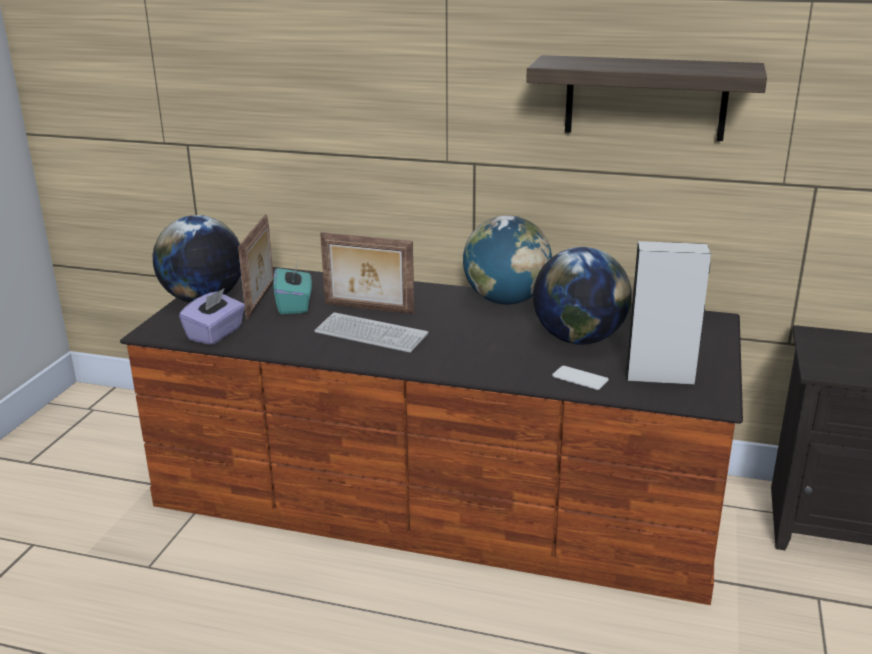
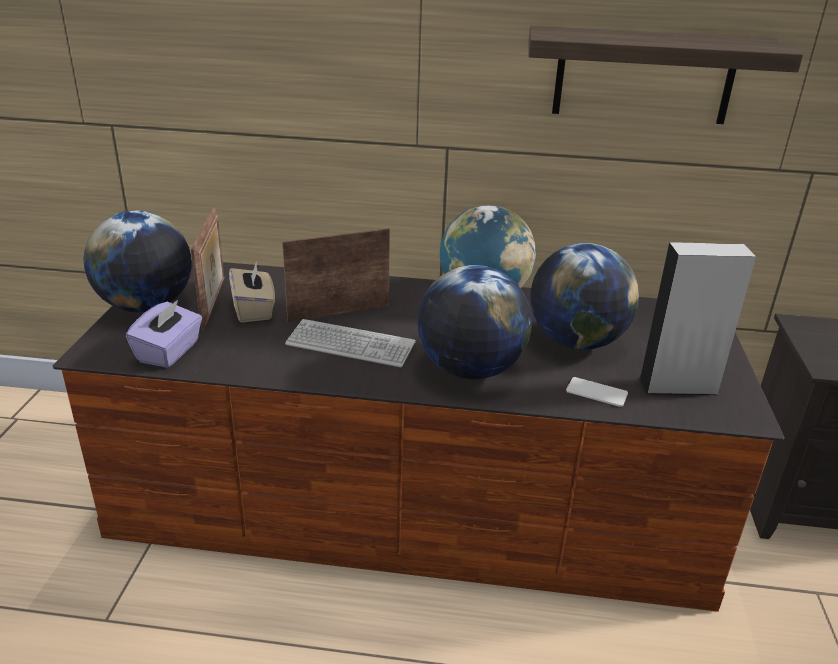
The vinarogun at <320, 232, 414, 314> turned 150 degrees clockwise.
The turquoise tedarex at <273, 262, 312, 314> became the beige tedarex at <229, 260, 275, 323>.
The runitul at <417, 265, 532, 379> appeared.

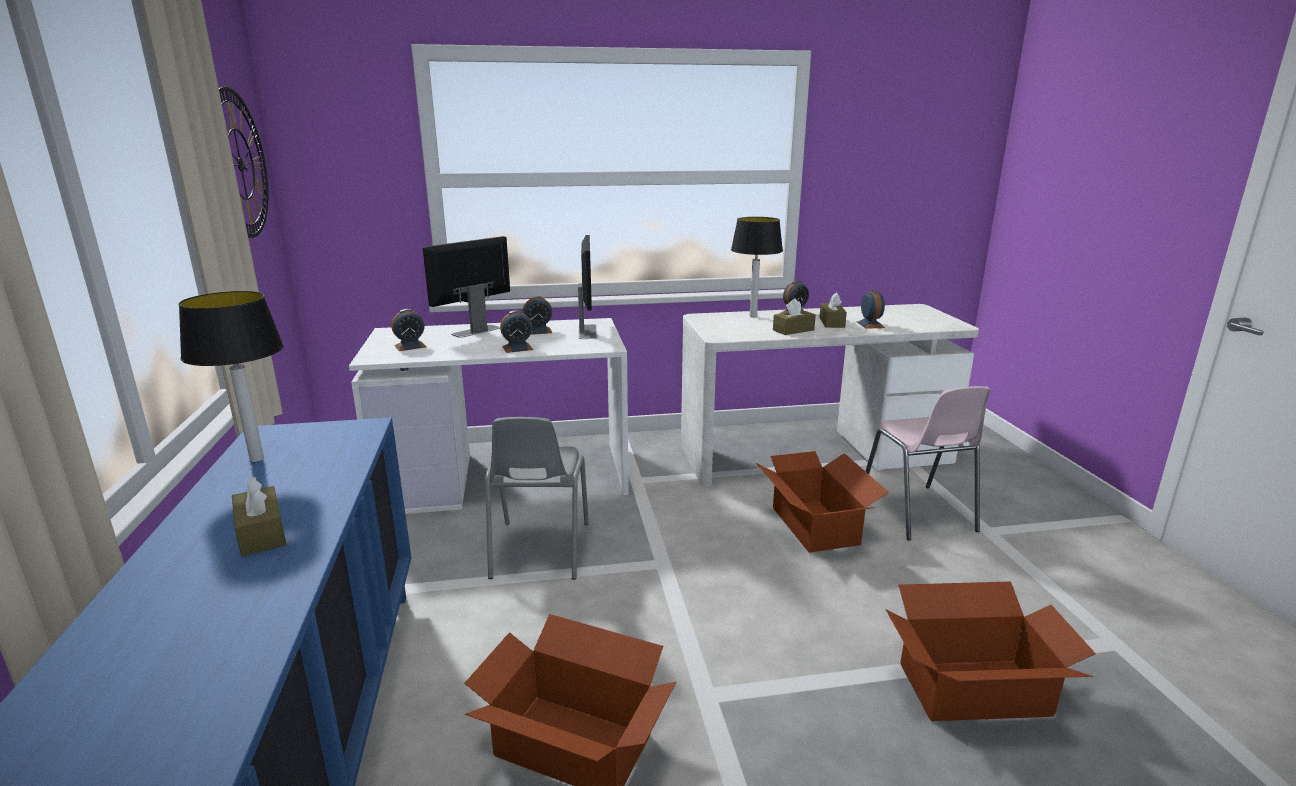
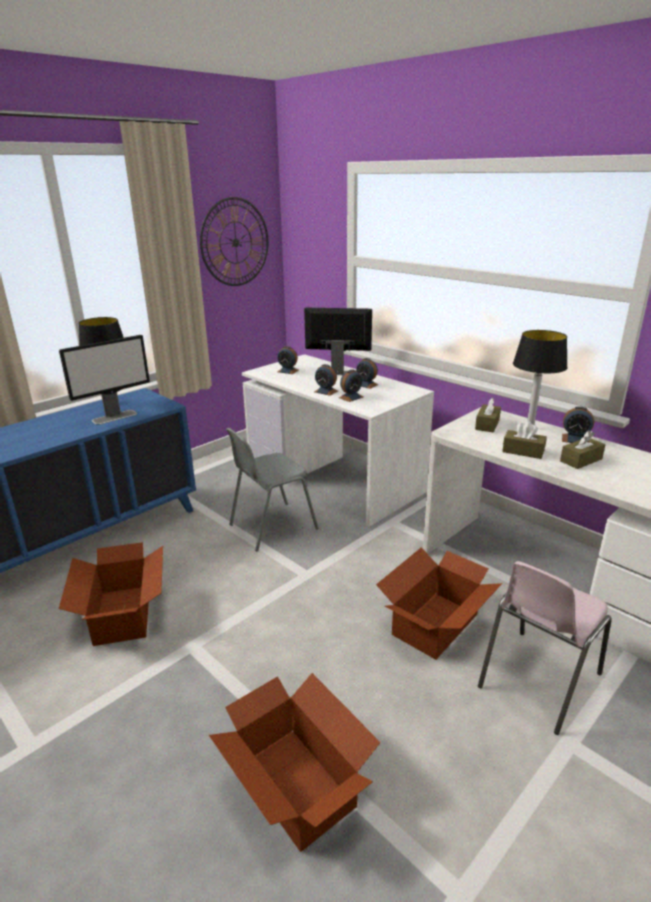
The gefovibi moved from <578, 235, 598, 339> to <59, 335, 150, 425>.
The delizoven moved from <857, 290, 885, 329> to <339, 369, 363, 402>.
The brown tedarex moved from <232, 477, 286, 556> to <475, 398, 501, 433>.

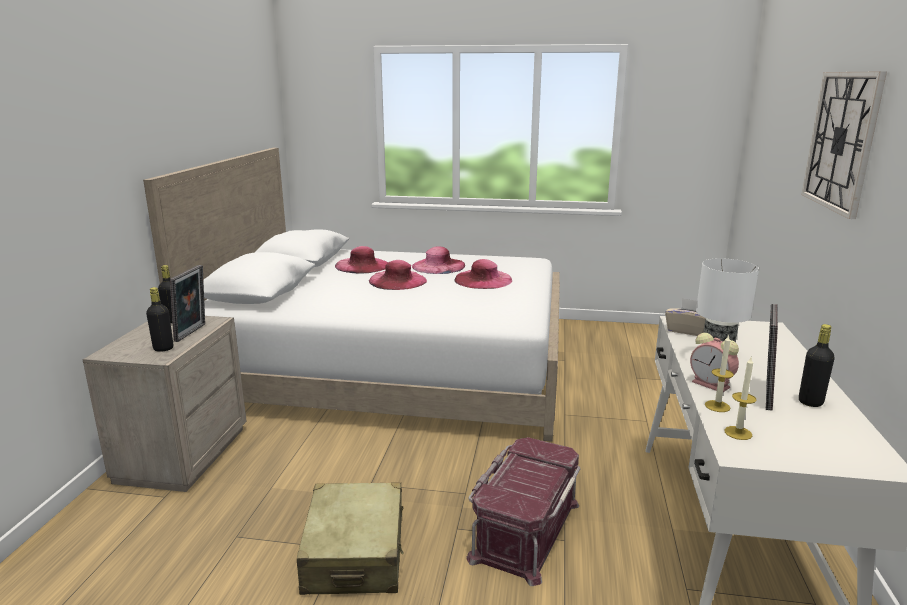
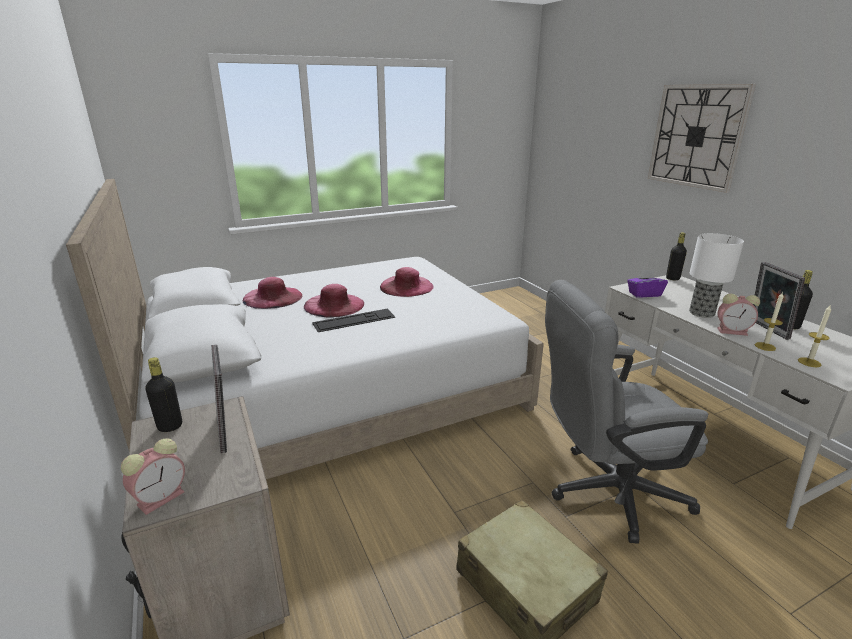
The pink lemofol at <412, 246, 465, 274> disappeared.
The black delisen moved from <146, 287, 173, 352> to <666, 232, 687, 280>.
The beige tedarex at <665, 298, 705, 336> became the purple tedarex at <627, 269, 668, 298>.
The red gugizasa at <466, 437, 580, 586> was replaced by the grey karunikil at <545, 280, 708, 544>.
The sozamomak at <312, 308, 395, 332> appeared.
The delizoven at <121, 438, 185, 515> appeared.

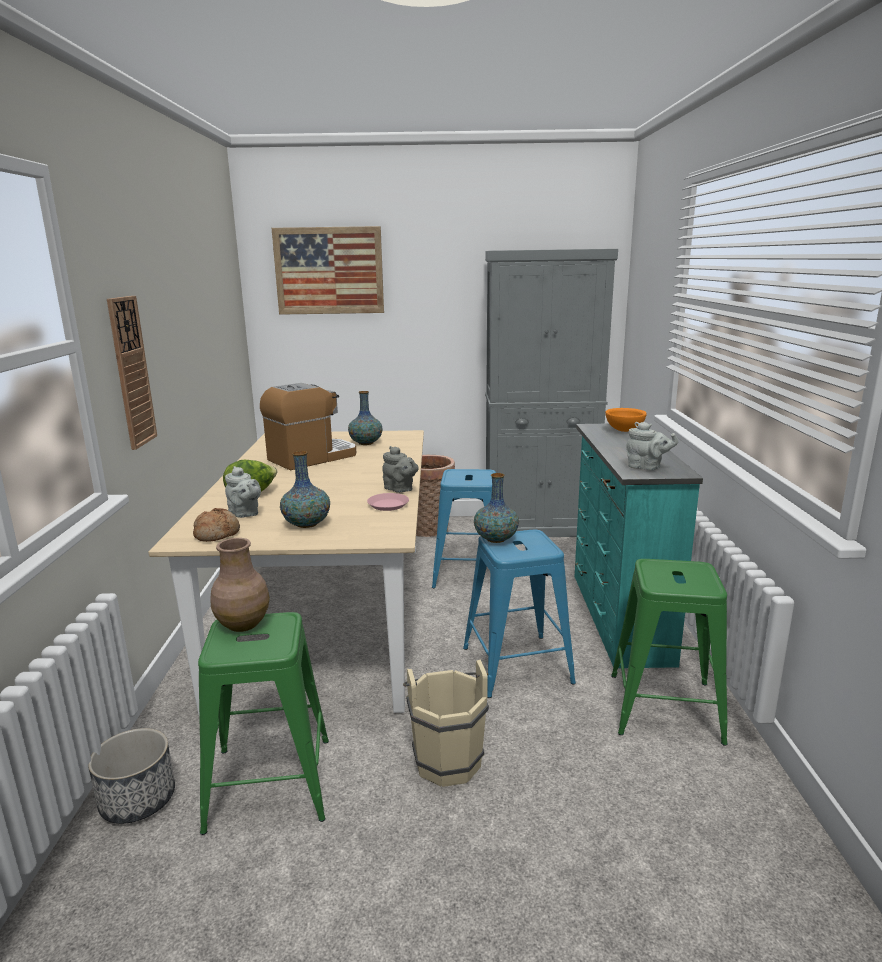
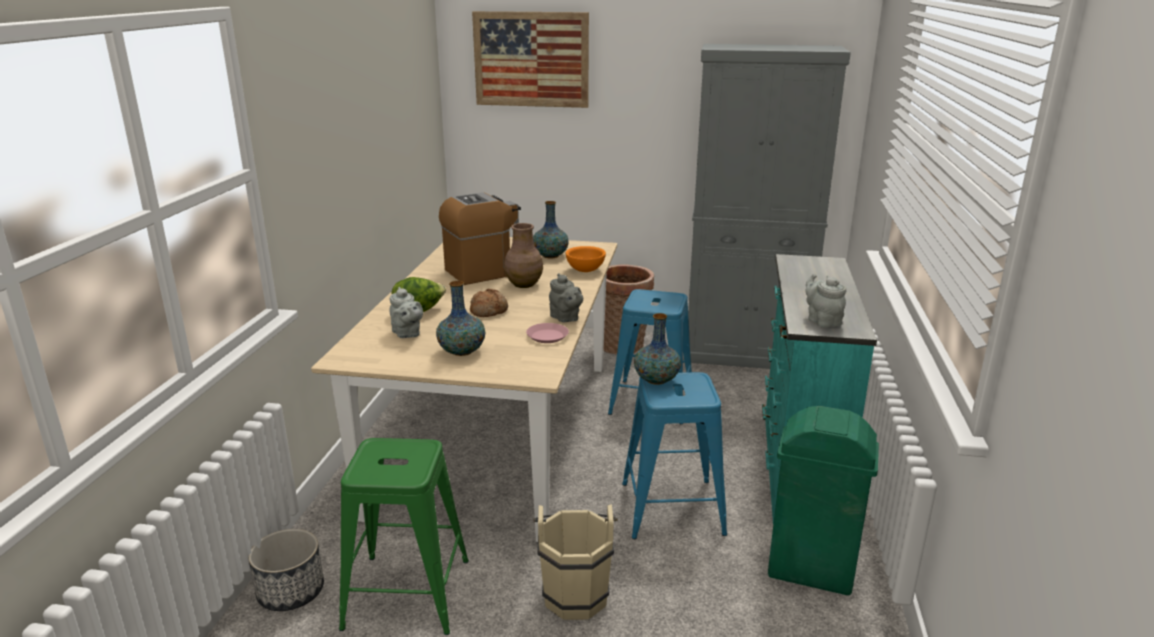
The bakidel at <107, 296, 157, 450> disappeared.
The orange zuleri moved from <605, 408, 647, 432> to <566, 246, 606, 272>.
The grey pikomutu at <626, 422, 678, 470> turned 150 degrees counterclockwise.
The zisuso moved from <193, 508, 240, 542> to <470, 289, 508, 317>.
The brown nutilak moved from <210, 538, 270, 632> to <504, 223, 543, 288>.
The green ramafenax at <611, 559, 728, 746> was replaced by the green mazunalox at <768, 406, 879, 595>.

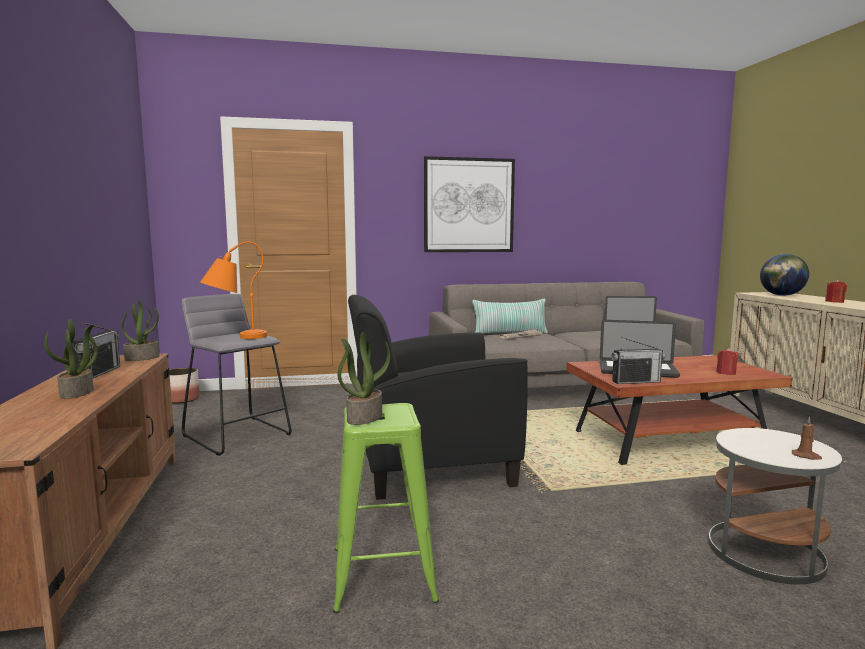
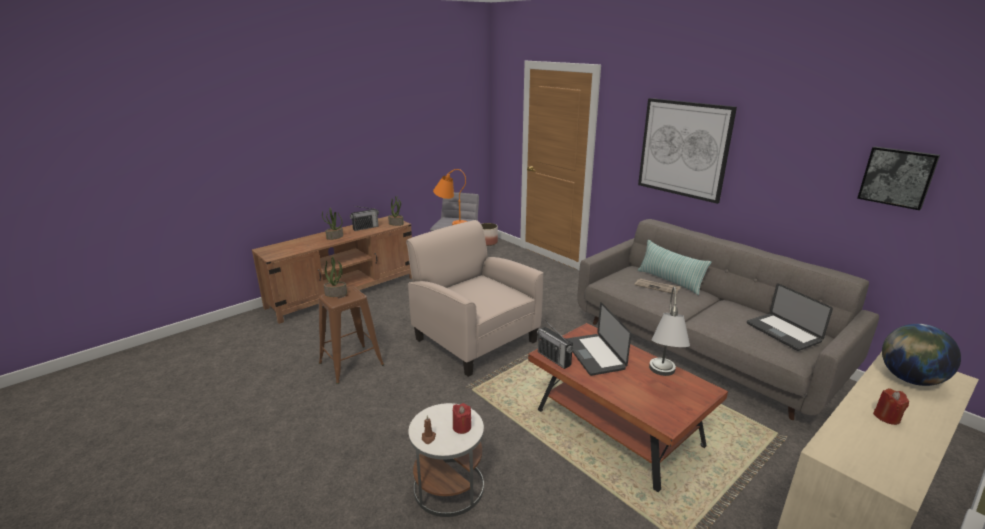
The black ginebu at <348, 295, 528, 500> became the beige ginebu at <406, 220, 544, 377>.
The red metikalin moved from <716, 348, 738, 375> to <452, 403, 471, 434>.
The green ramafenax at <333, 403, 439, 613> became the brown ramafenax at <319, 286, 384, 384>.
The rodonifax at <857, 146, 940, 211> appeared.
The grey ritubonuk at <649, 287, 690, 376> appeared.

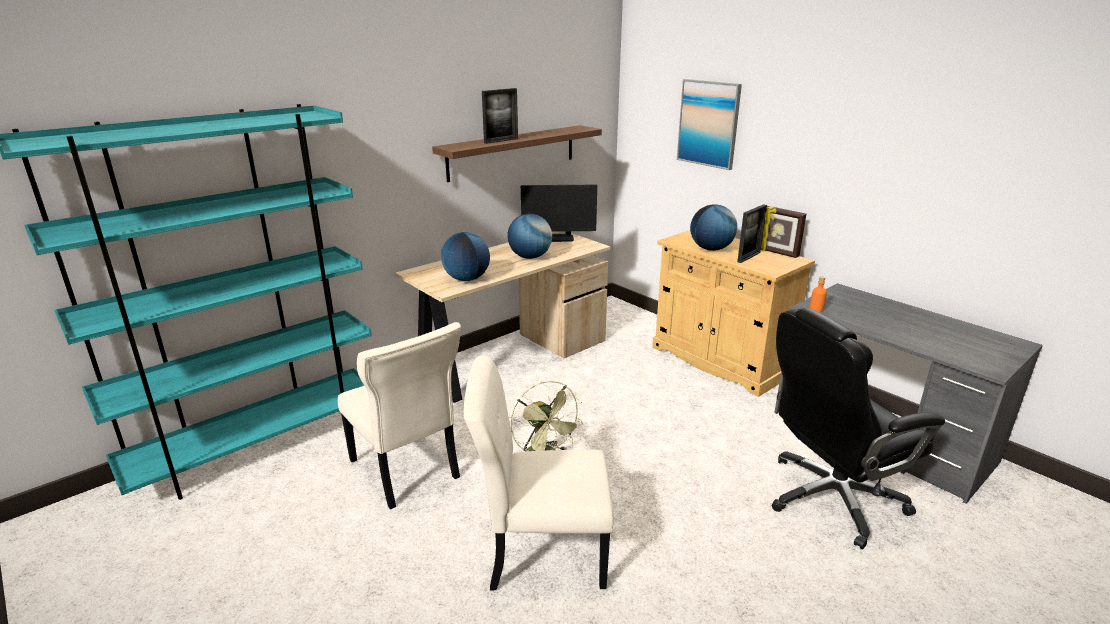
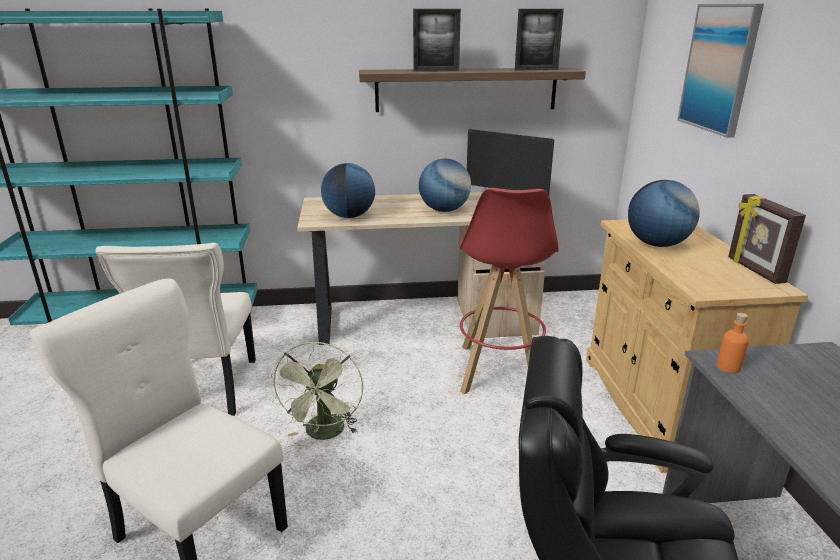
The vinarogun moved from <737, 204, 767, 263> to <515, 9, 564, 71>.
The red ramafenax at <459, 188, 558, 394> appeared.

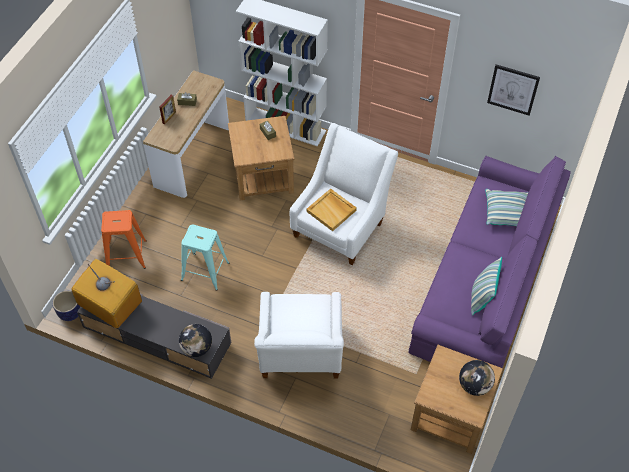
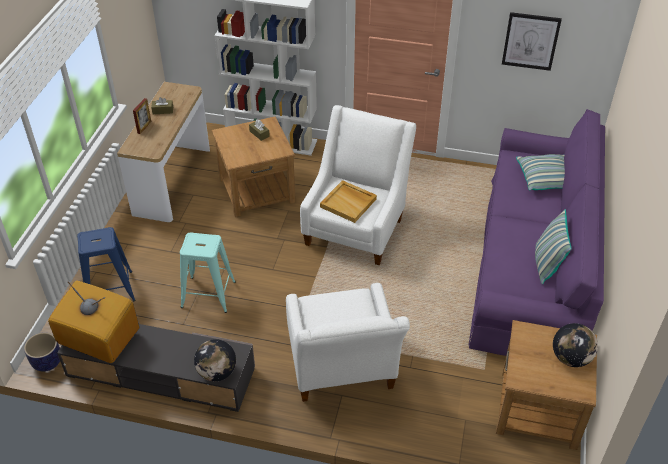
The orange ramafenax at <101, 210, 147, 269> became the blue ramafenax at <77, 227, 136, 301>.

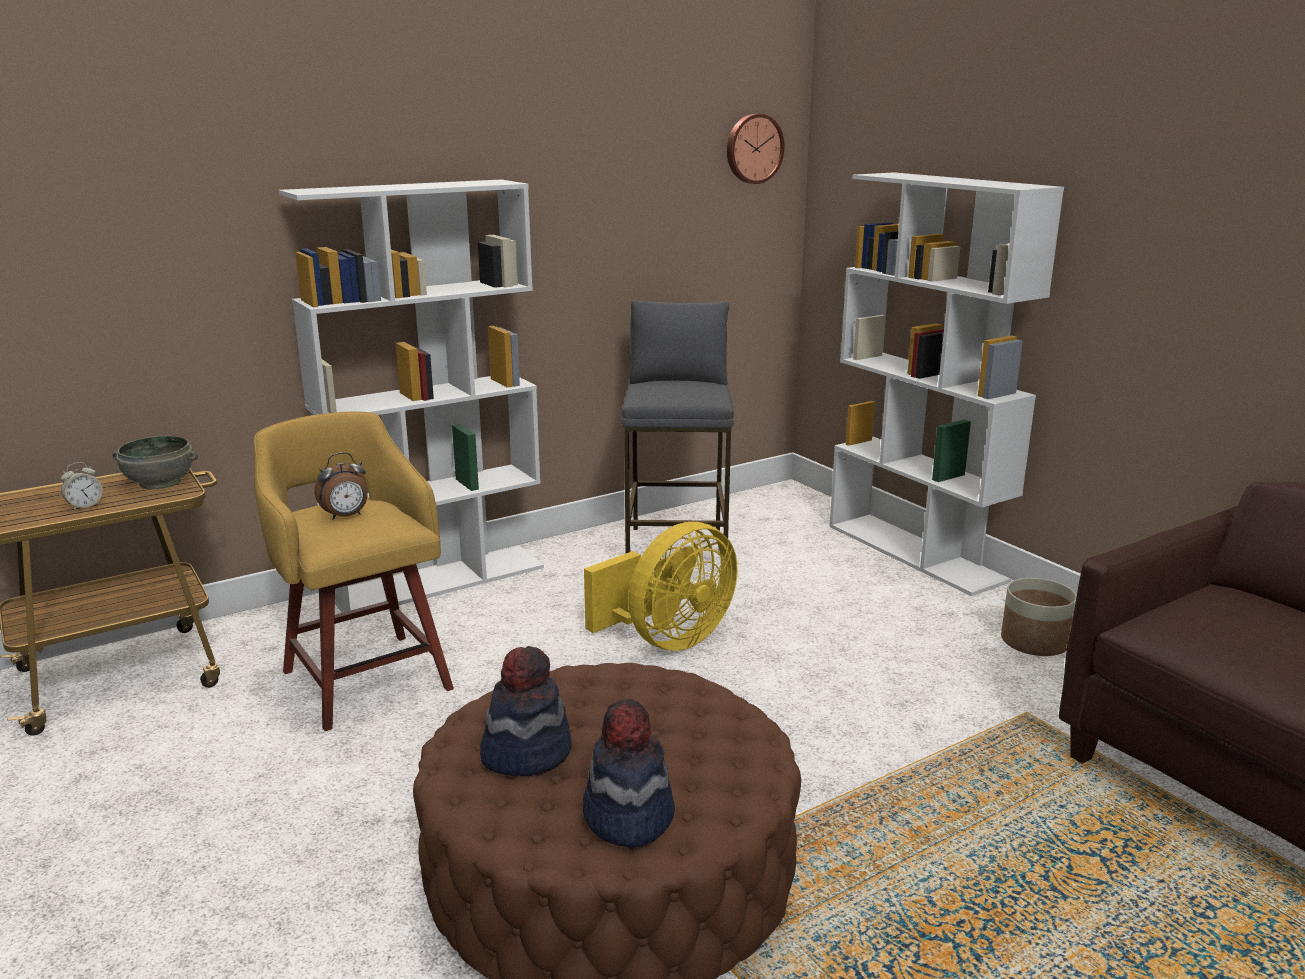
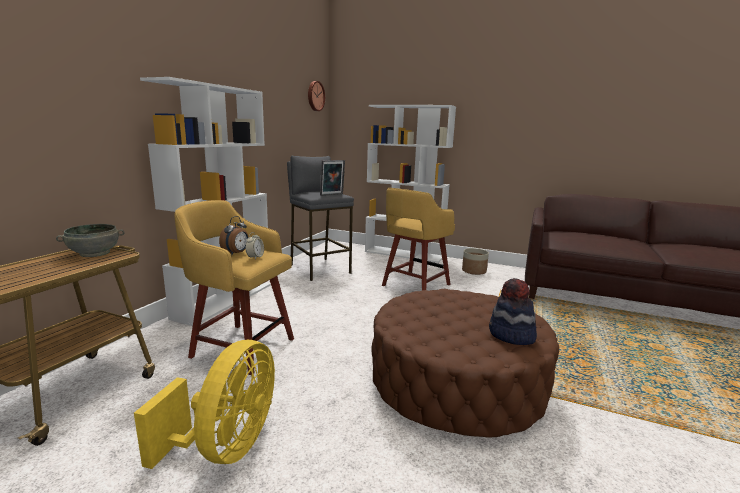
The delizoven moved from <61, 462, 103, 511> to <245, 232, 264, 260>.
The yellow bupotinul moved from <584, 522, 738, 651> to <134, 340, 275, 469>.
The lemofol at <480, 646, 572, 776> disappeared.
The vinarogun at <320, 160, 345, 196> appeared.
The yellow ramafenax at <382, 188, 455, 290> appeared.

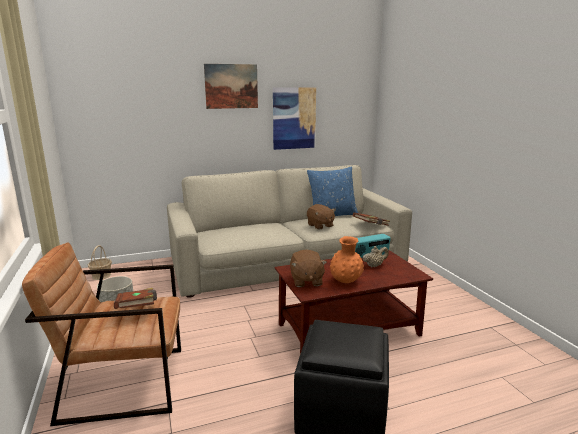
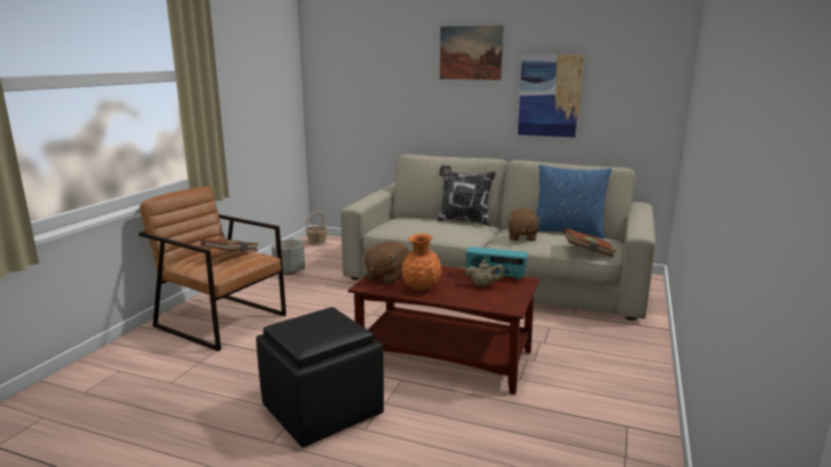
The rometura at <437, 165, 496, 226> appeared.

